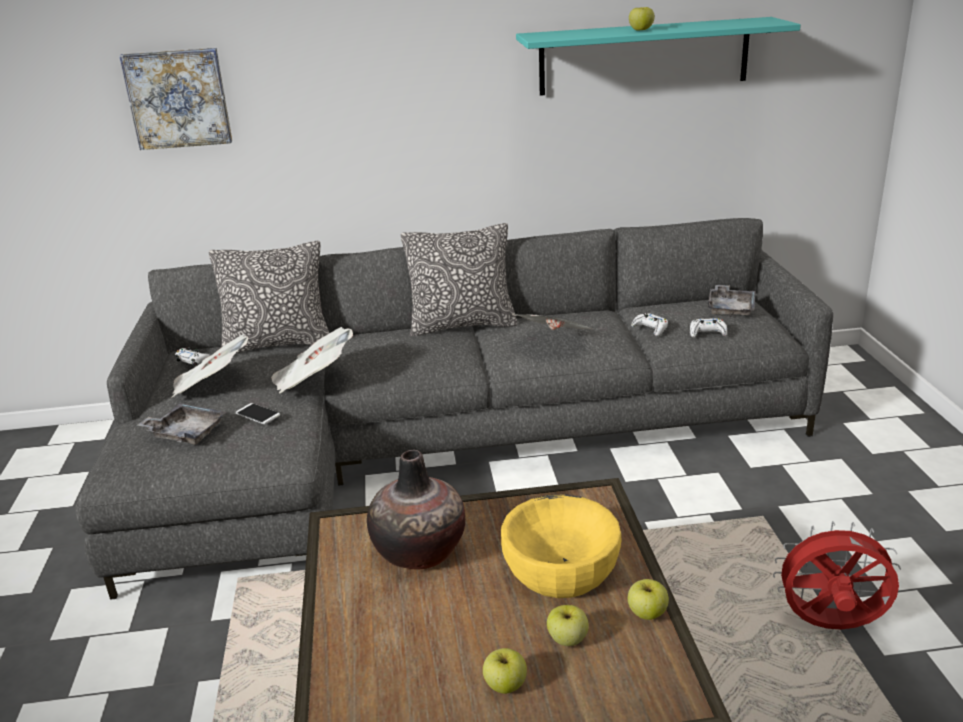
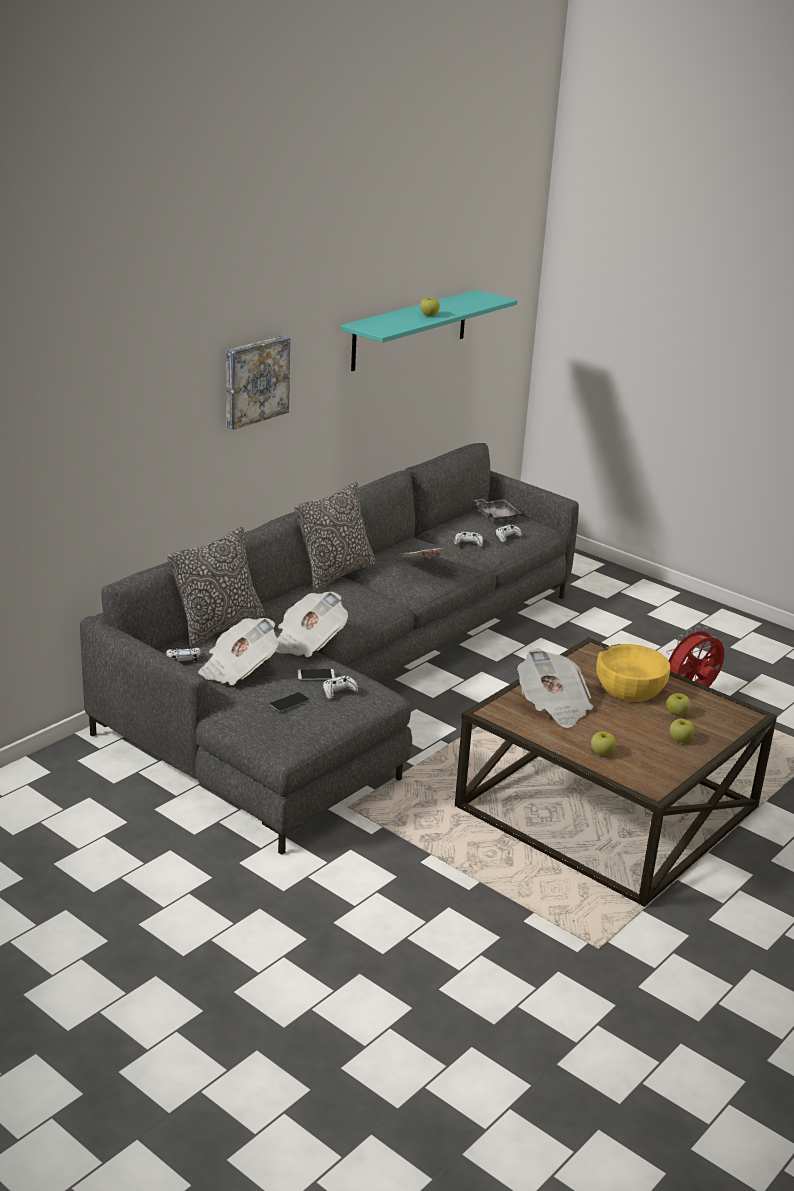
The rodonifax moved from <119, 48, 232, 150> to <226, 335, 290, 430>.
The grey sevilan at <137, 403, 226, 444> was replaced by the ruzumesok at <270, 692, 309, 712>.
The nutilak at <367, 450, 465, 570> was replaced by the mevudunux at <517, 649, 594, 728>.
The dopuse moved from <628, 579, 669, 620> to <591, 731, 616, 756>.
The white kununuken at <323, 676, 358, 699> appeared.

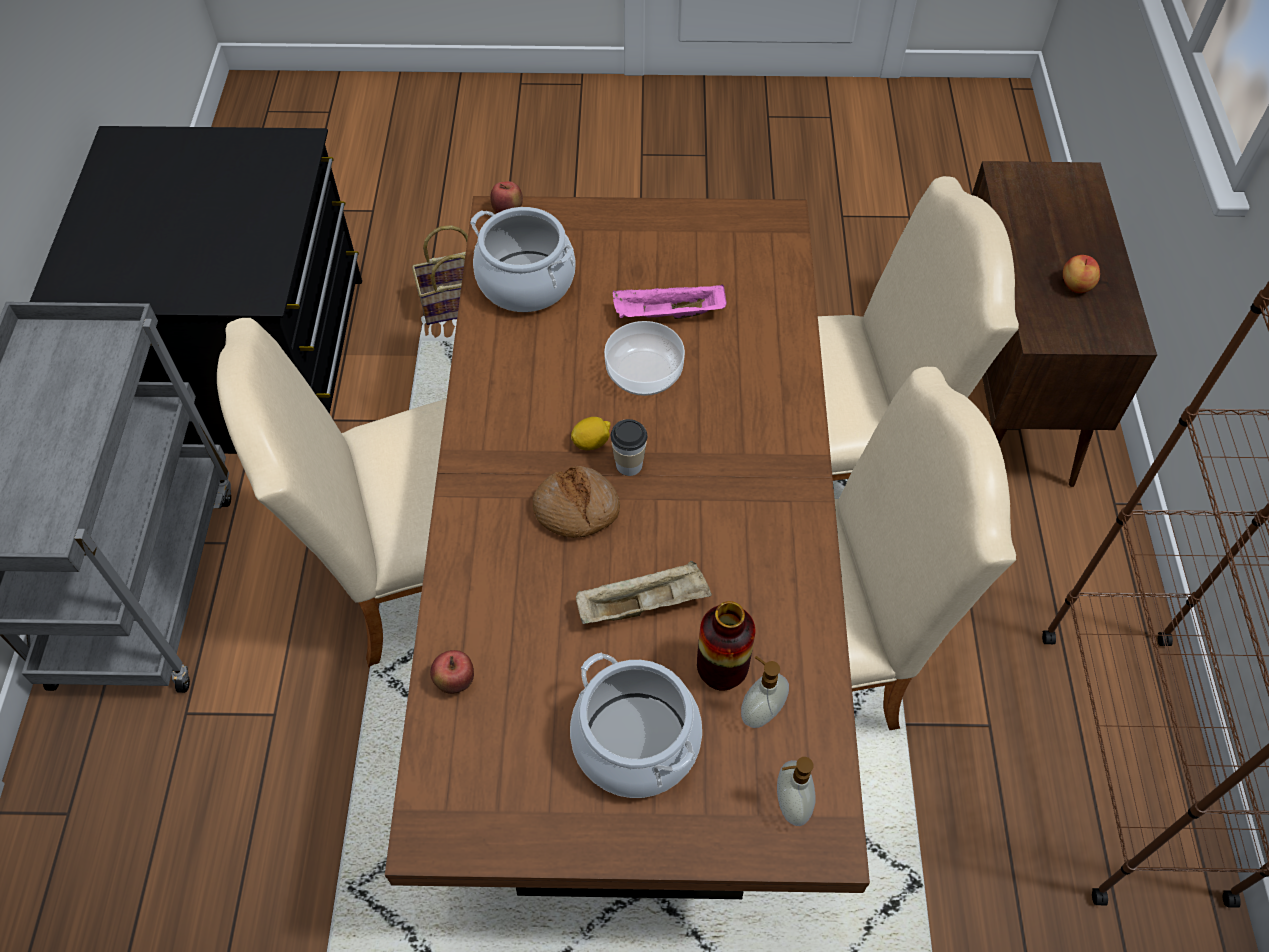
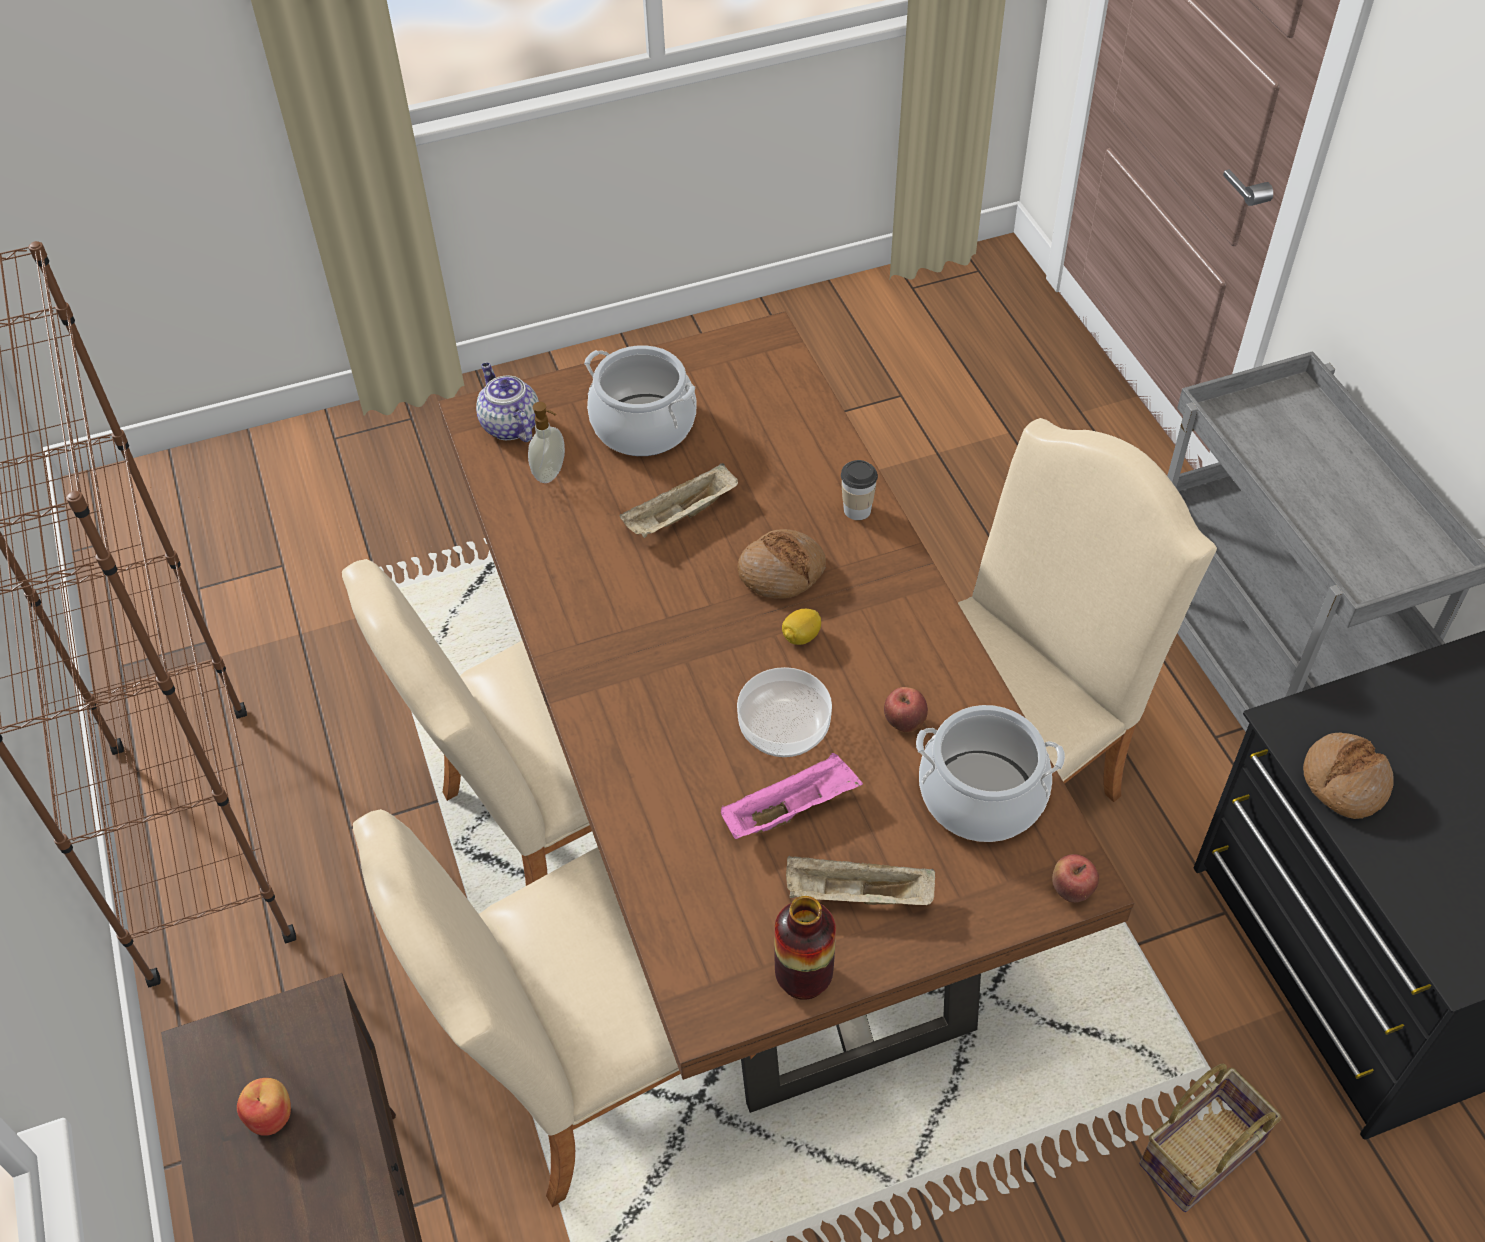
The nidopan moved from <611, 419, 647, 476> to <841, 460, 878, 520>.
The nutilak moved from <697, 601, 755, 691> to <774, 896, 836, 1000>.
The dopuse moved from <430, 650, 474, 694> to <884, 687, 928, 732>.
The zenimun at <777, 757, 816, 826> was replaced by the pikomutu at <476, 363, 539, 442>.
The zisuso at <1303, 733, 1394, 819> appeared.
The beige sevilan at <786, 856, 935, 905> appeared.

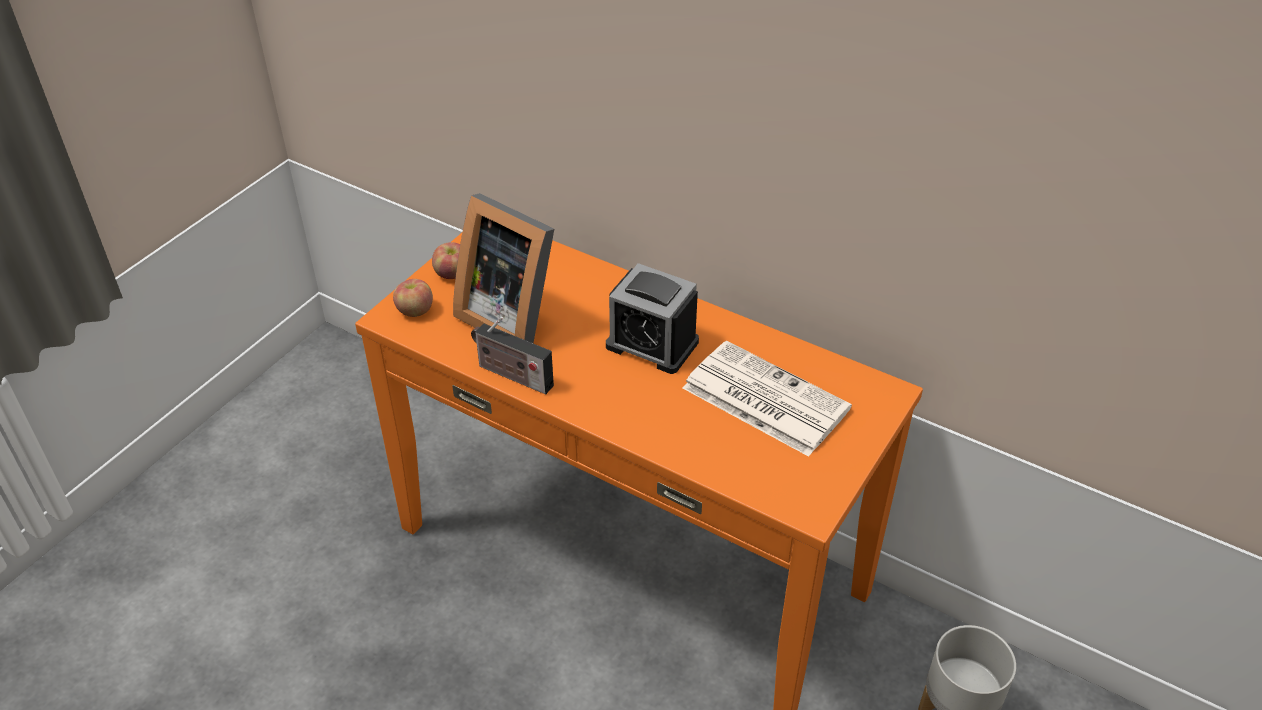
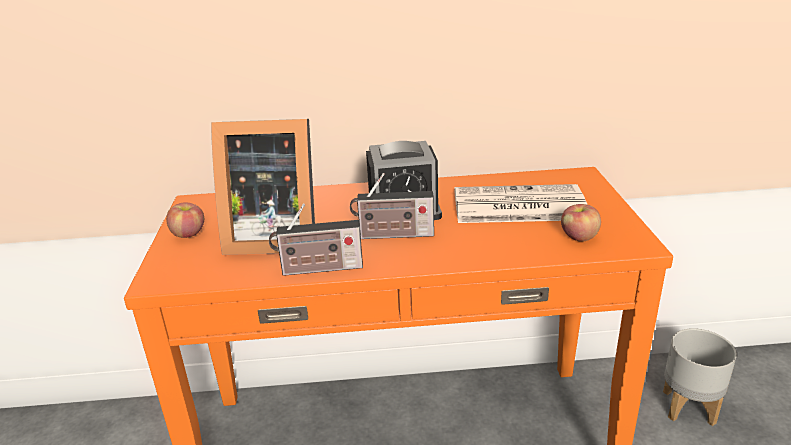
The dopuse moved from <393, 279, 433, 317> to <561, 204, 601, 242>.
The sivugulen at <350, 173, 434, 239> appeared.

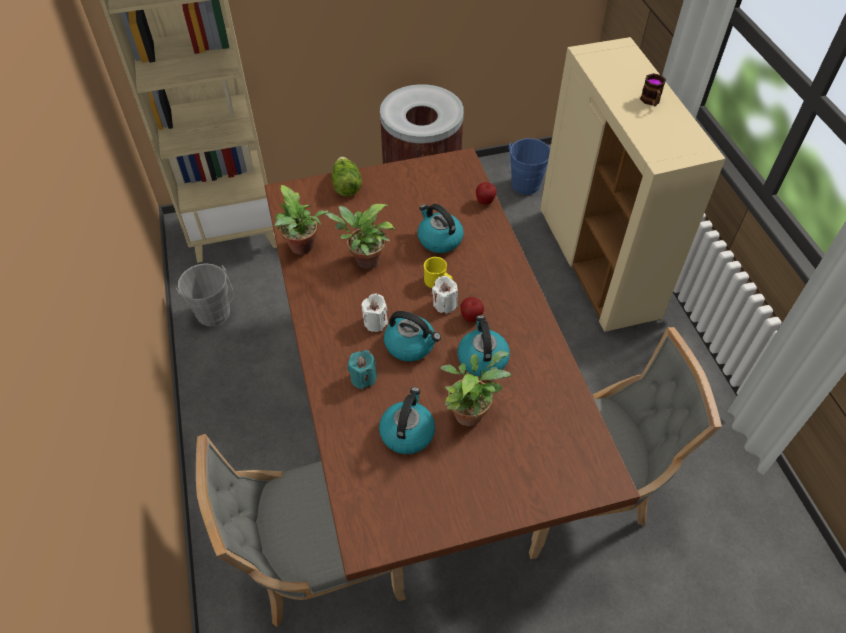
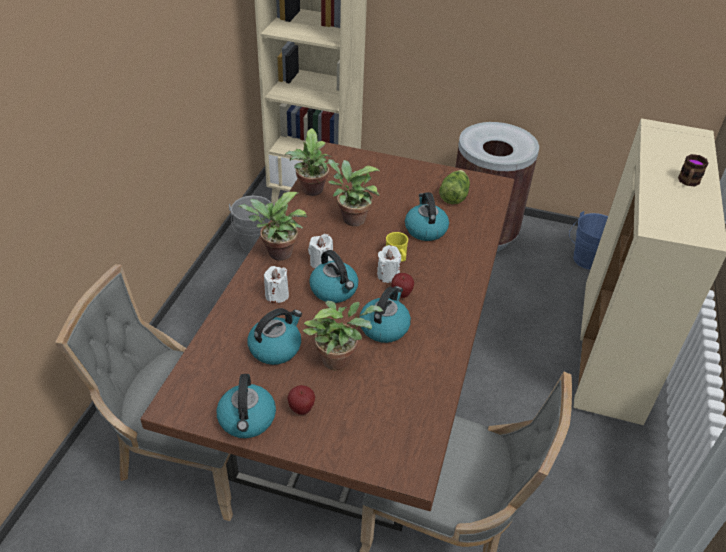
The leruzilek moved from <331, 156, 362, 196> to <439, 170, 470, 204>.
The dopuse moved from <476, 182, 496, 204> to <287, 385, 315, 415>.
The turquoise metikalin at <347, 350, 377, 390> became the white metikalin at <264, 266, 289, 303>.
The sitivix at <238, 192, 307, 261> appeared.
The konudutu at <216, 374, 276, 438> appeared.

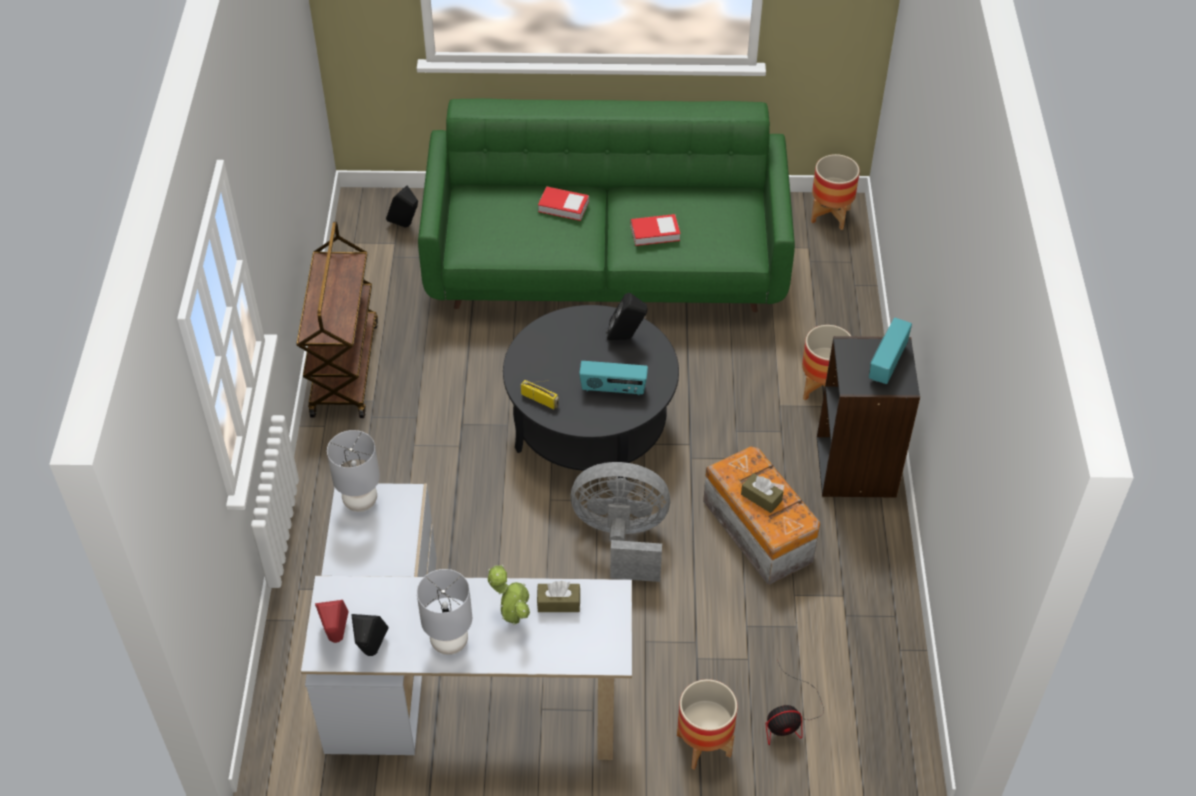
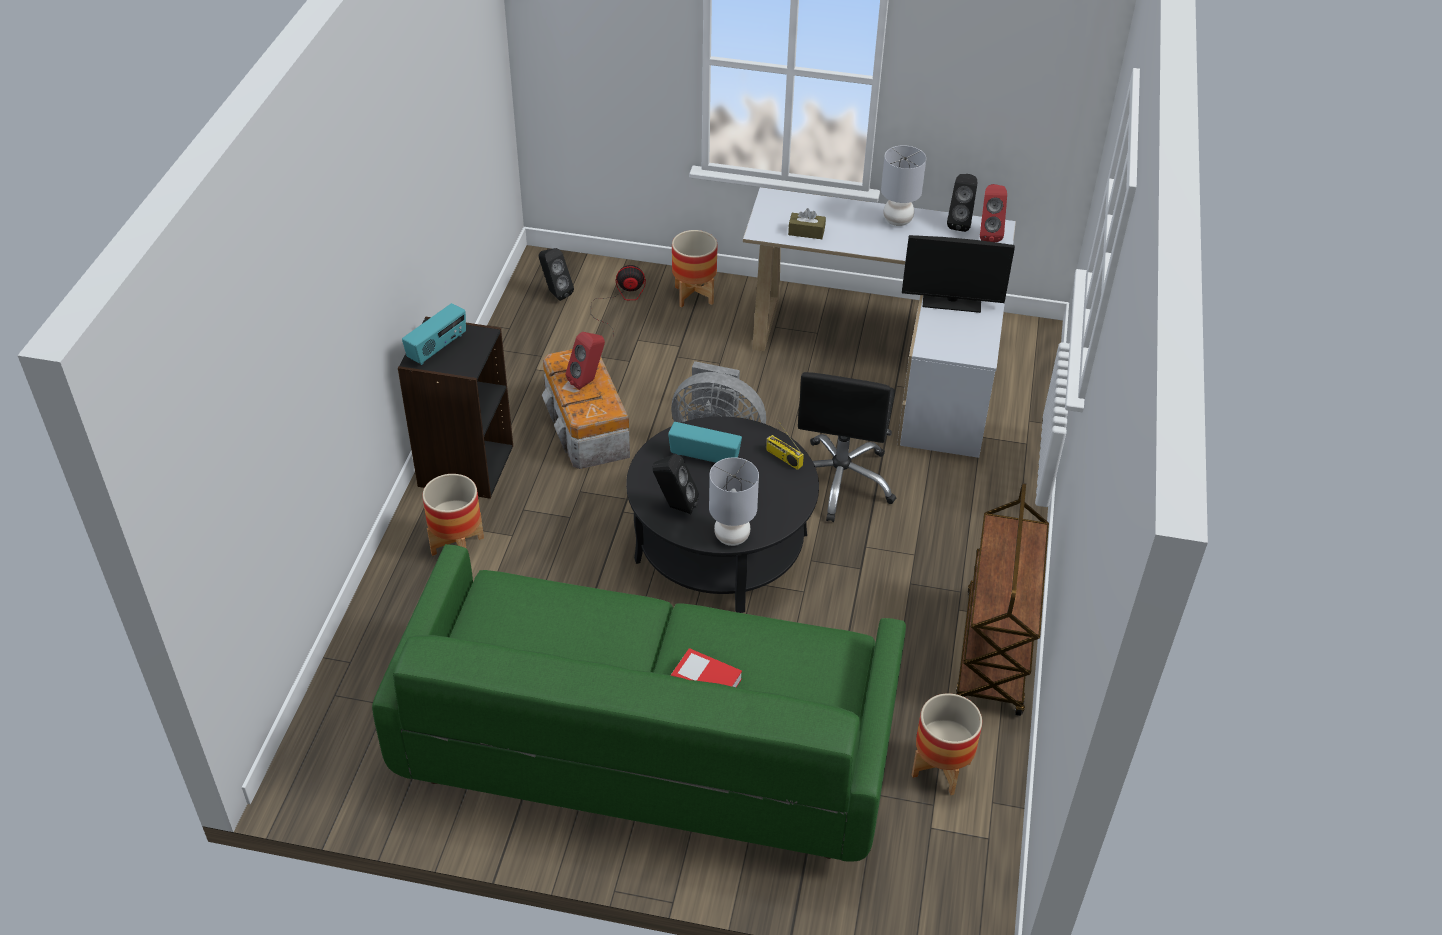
The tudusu moved from <811, 154, 860, 230> to <912, 693, 982, 795>.
The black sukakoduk moved from <386, 185, 418, 228> to <539, 248, 574, 301>.
The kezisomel at <630, 214, 681, 246> disappeared.
The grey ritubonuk moved from <327, 430, 380, 512> to <709, 457, 759, 546>.
The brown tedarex at <741, 473, 783, 513> was replaced by the red sukakoduk at <566, 332, 605, 390>.
The sitivix at <488, 564, 530, 625> disappeared.
The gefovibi at <902, 235, 1015, 313> appeared.
The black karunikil at <798, 372, 896, 522> appeared.

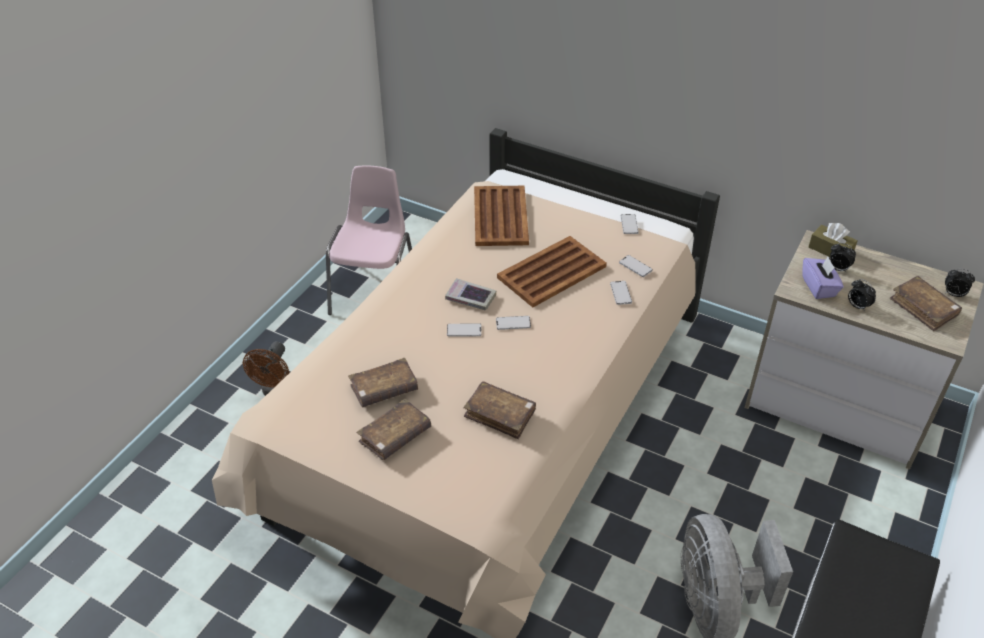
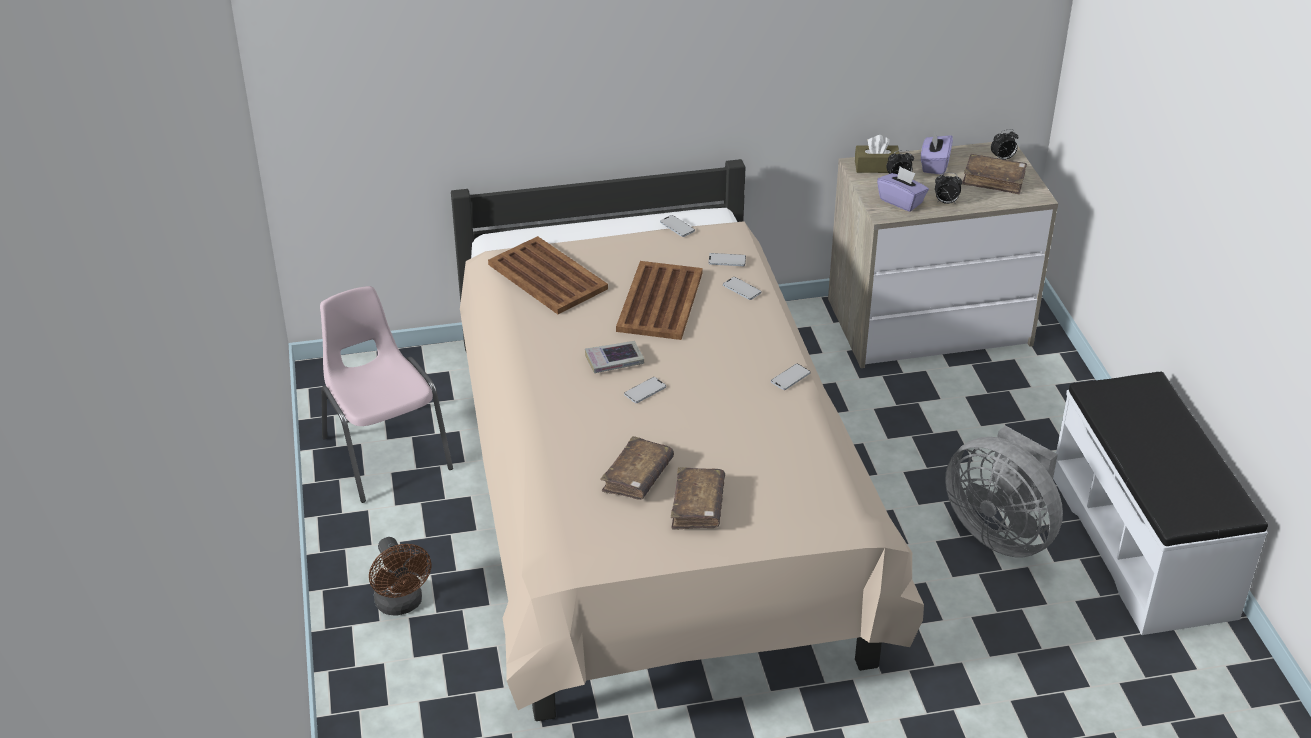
The ruzumesok moved from <496, 316, 531, 330> to <771, 364, 811, 390>.
The brown kezisomel at <464, 381, 536, 439> disappeared.
The purple tedarex at <921, 130, 953, 175> appeared.

